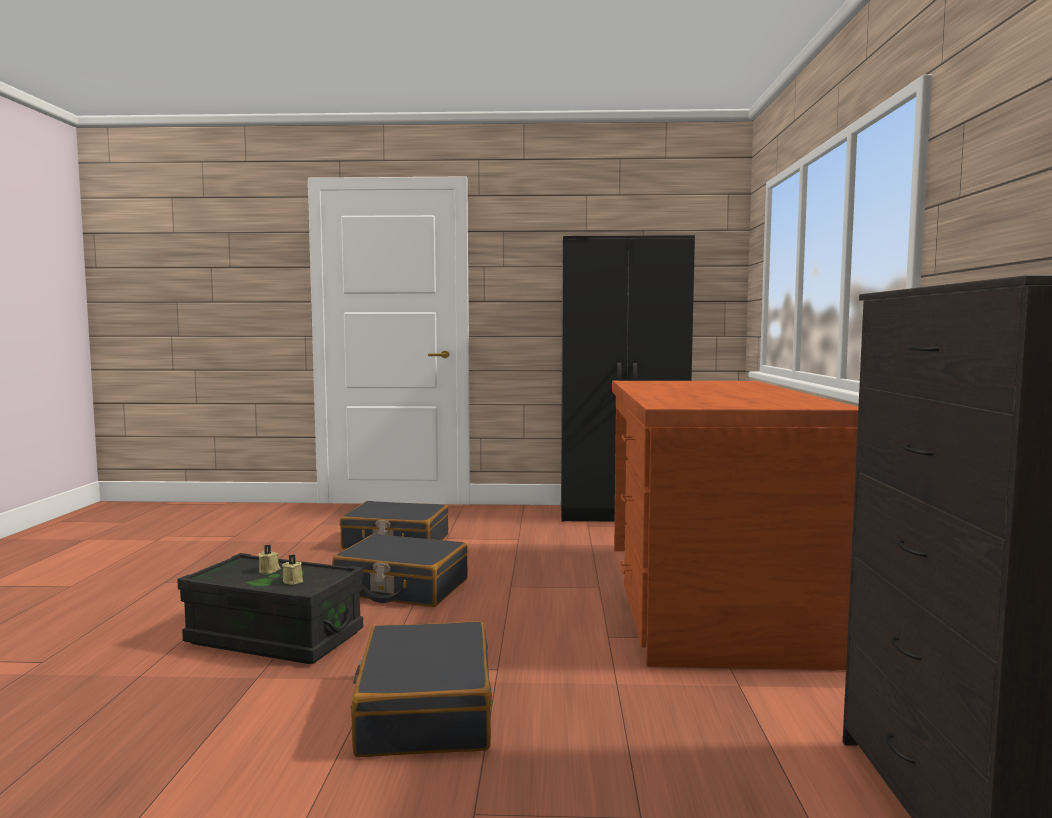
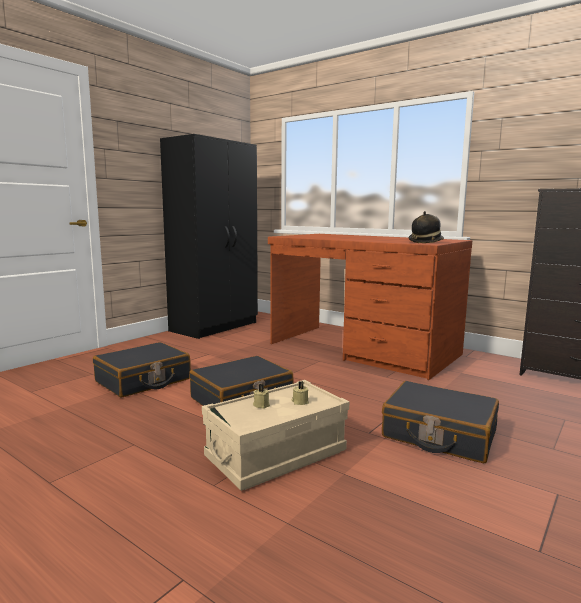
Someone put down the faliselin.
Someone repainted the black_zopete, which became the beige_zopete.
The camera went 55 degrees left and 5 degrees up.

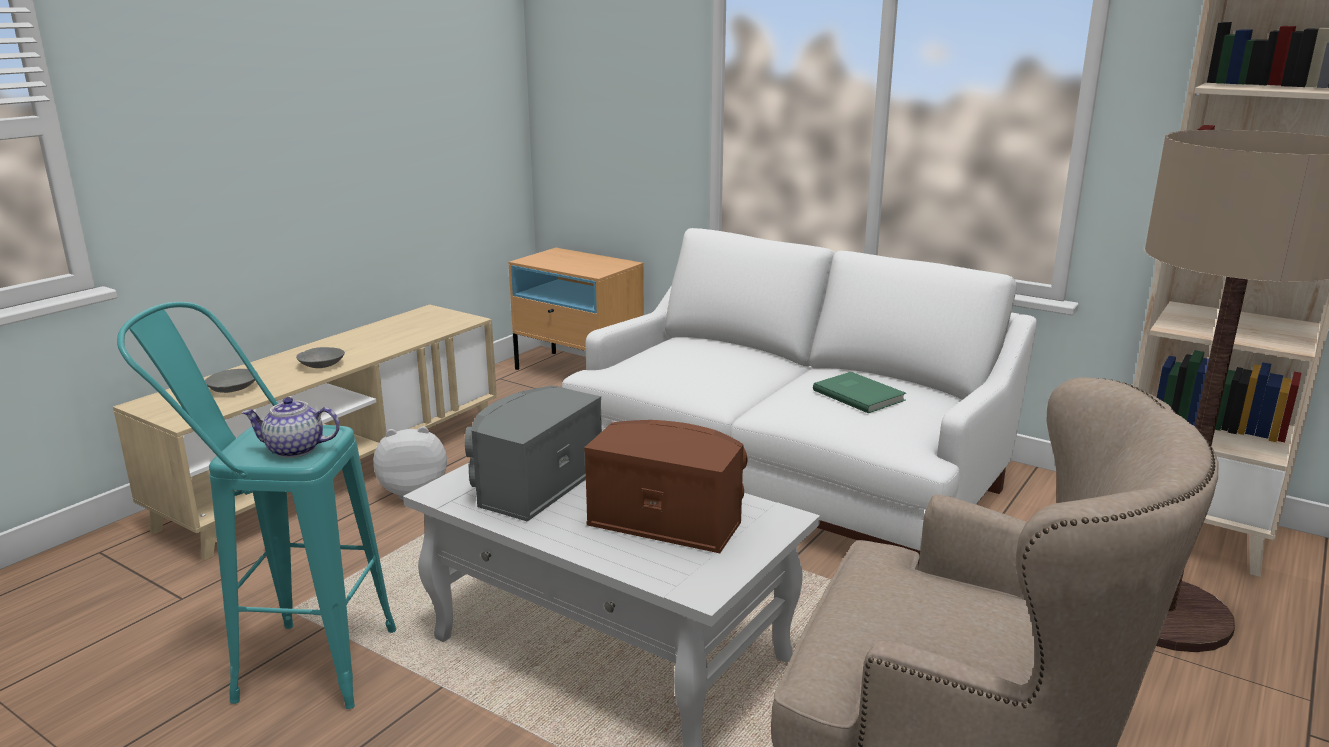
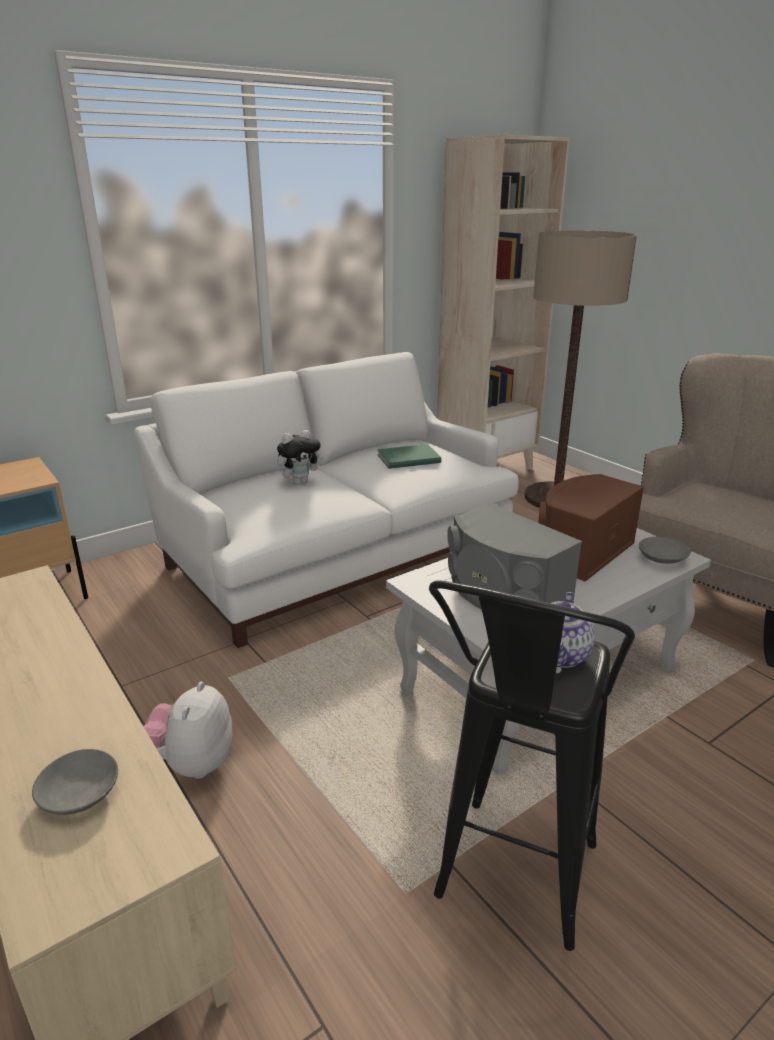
Someone put down the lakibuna (no. 2 from left).
Someone carried the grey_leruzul (no. 2 from left).
Someone repainted the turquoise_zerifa, which became the black_zerifa.
The camera went 70 degrees left and 5 degrees up.

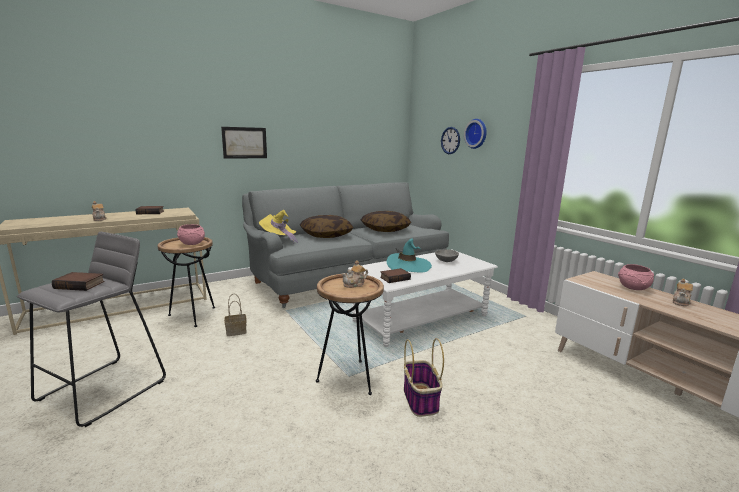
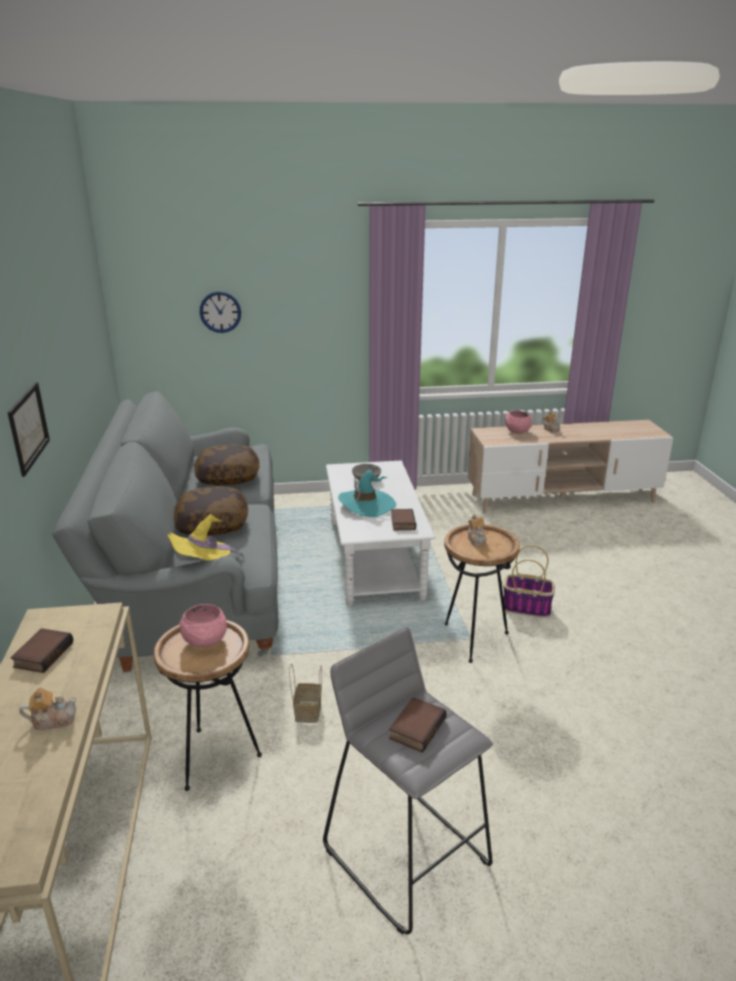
Someone took away the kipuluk (no. 2 from left).
The camera went 65 degrees left and 10 degrees up.

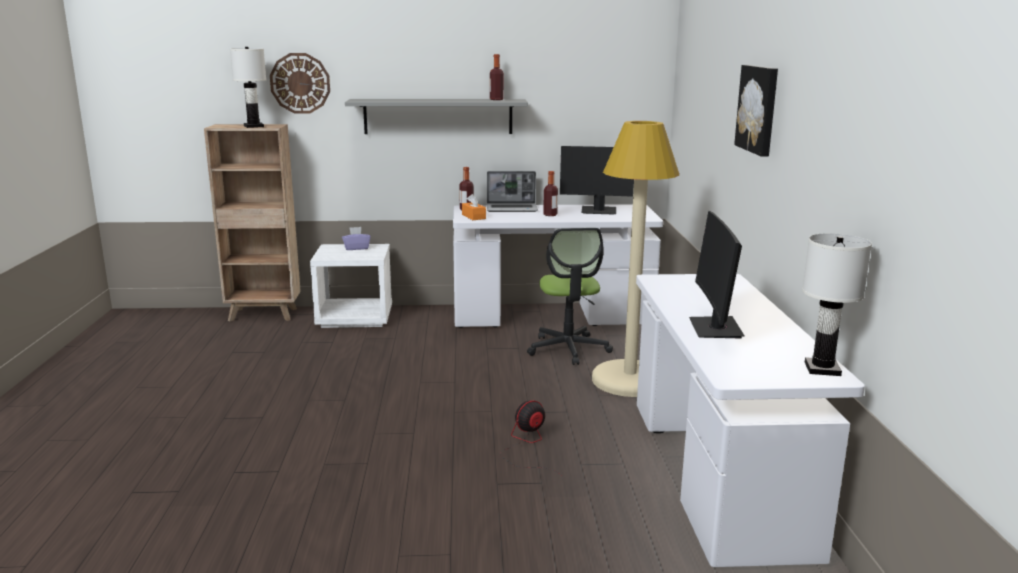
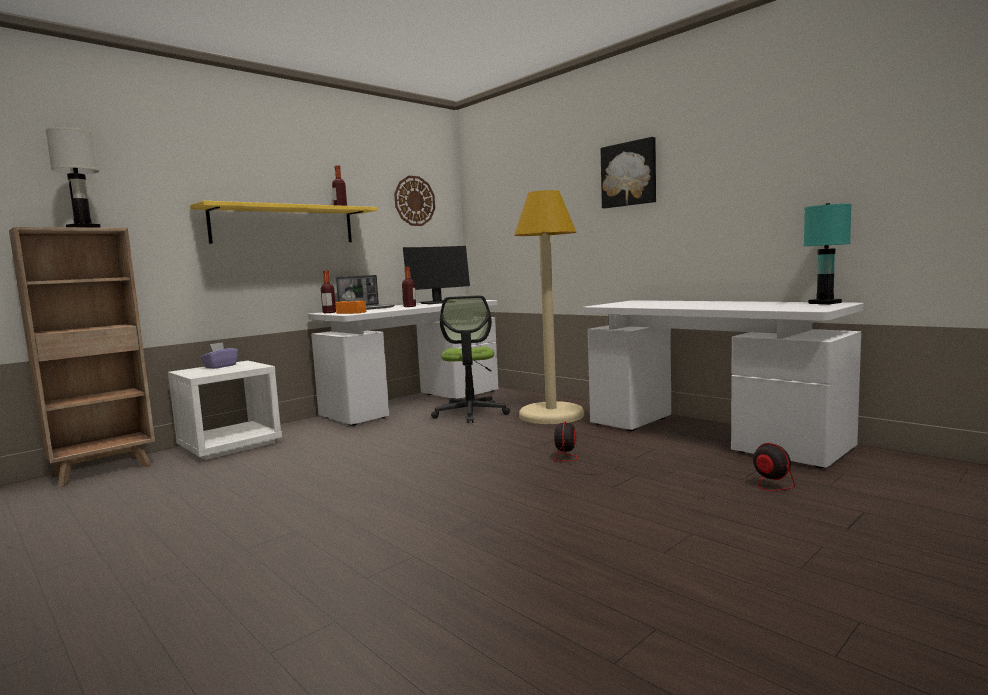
Someone took away the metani (no. 2 from left).
Someone put down the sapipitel (no. 2 from left).
Someone carried the kipuluk.
Someone repainted the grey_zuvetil, which became the yellow_zuvetil.
Someone repainted the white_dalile (no. 2 from left), which became the turquoise_dalile.
Someone rotated the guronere by 45 degrees clockwise.
The camera went 40 degrees left and 10 degrees down.

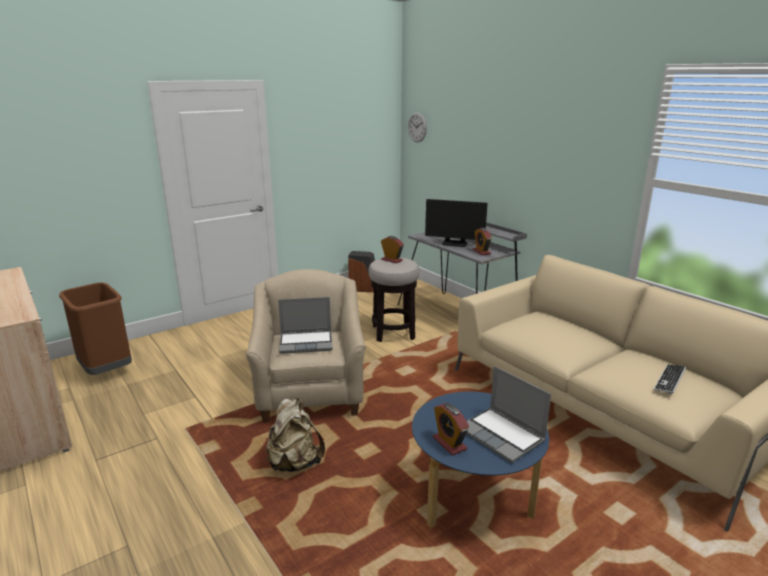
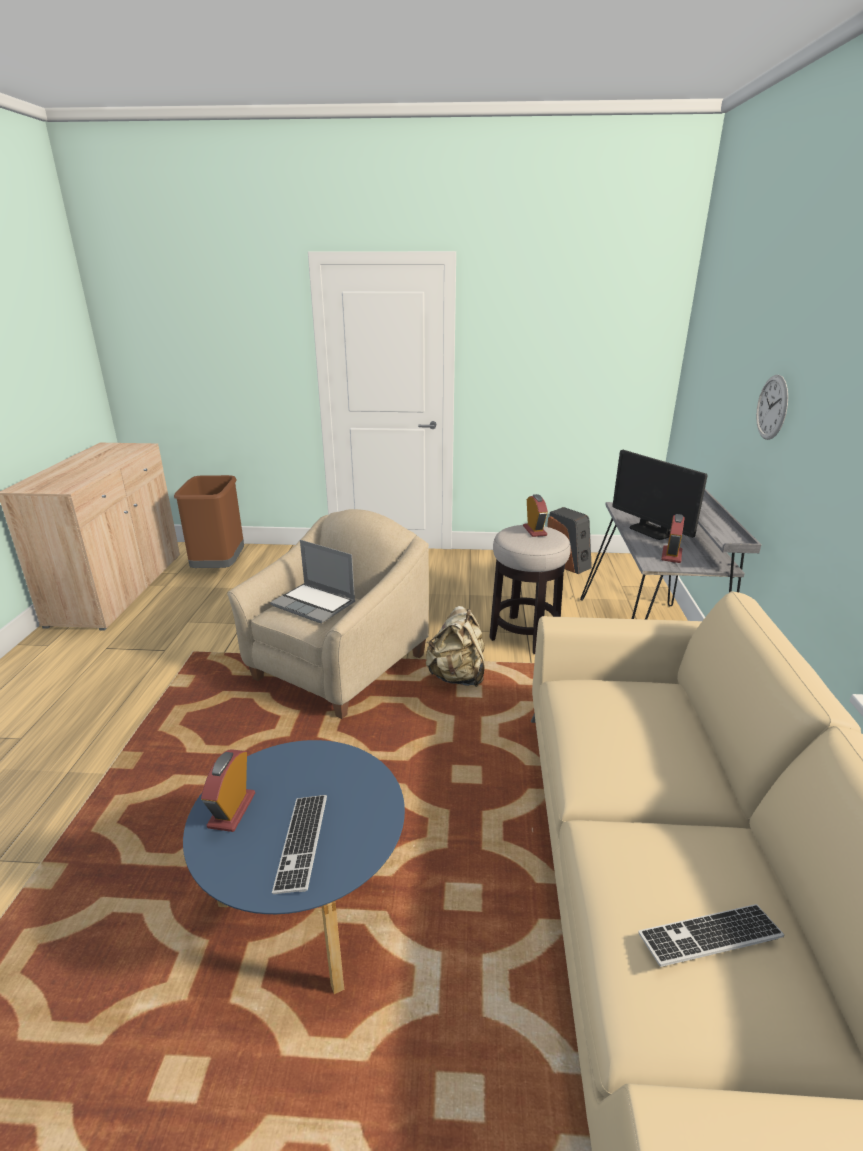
Someone carried the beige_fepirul.
Someone carried the kipuluk.
Someone swapped the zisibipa (no. 2 from left) for the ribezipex (no. 1 from left).
The camera went 40 degrees right and 5 degrees up.

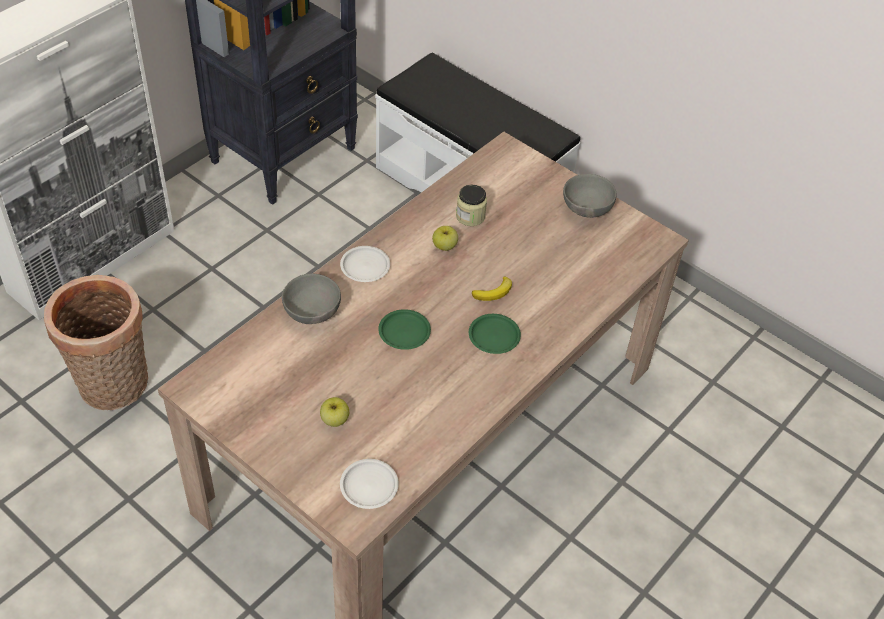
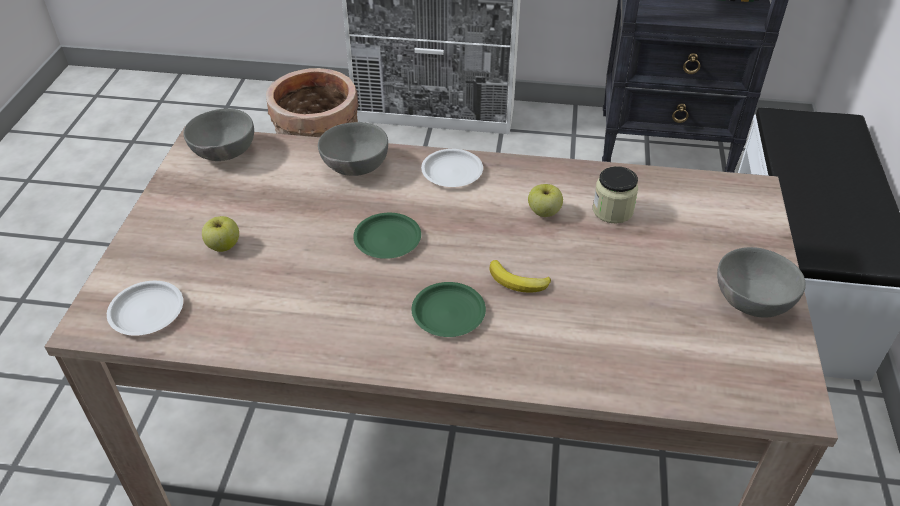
Someone put down the grey_leruzul (no. 1 from left).
The camera went 60 degrees right and 5 degrees down.

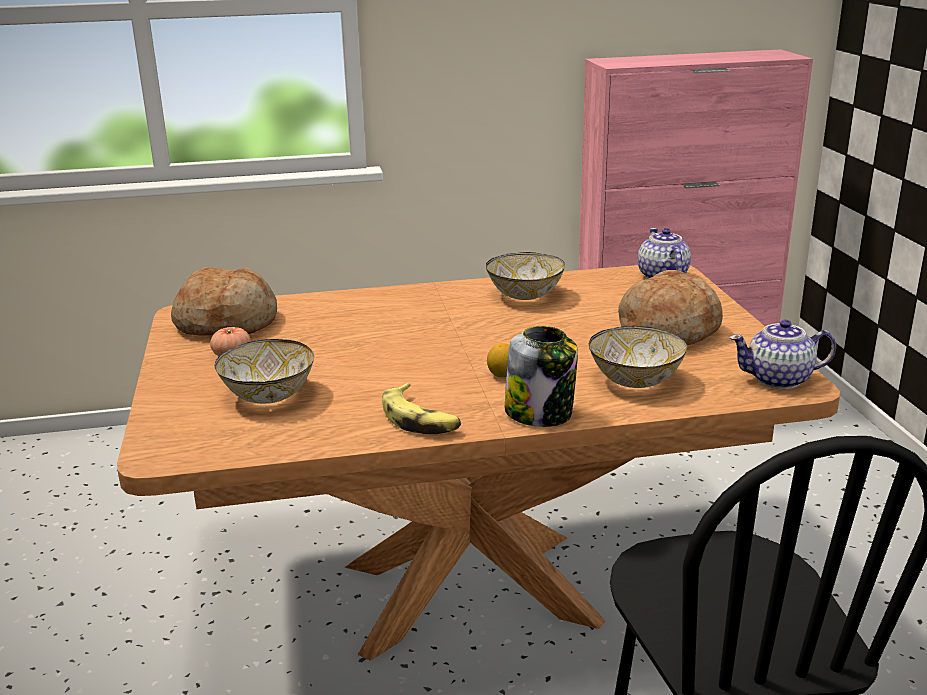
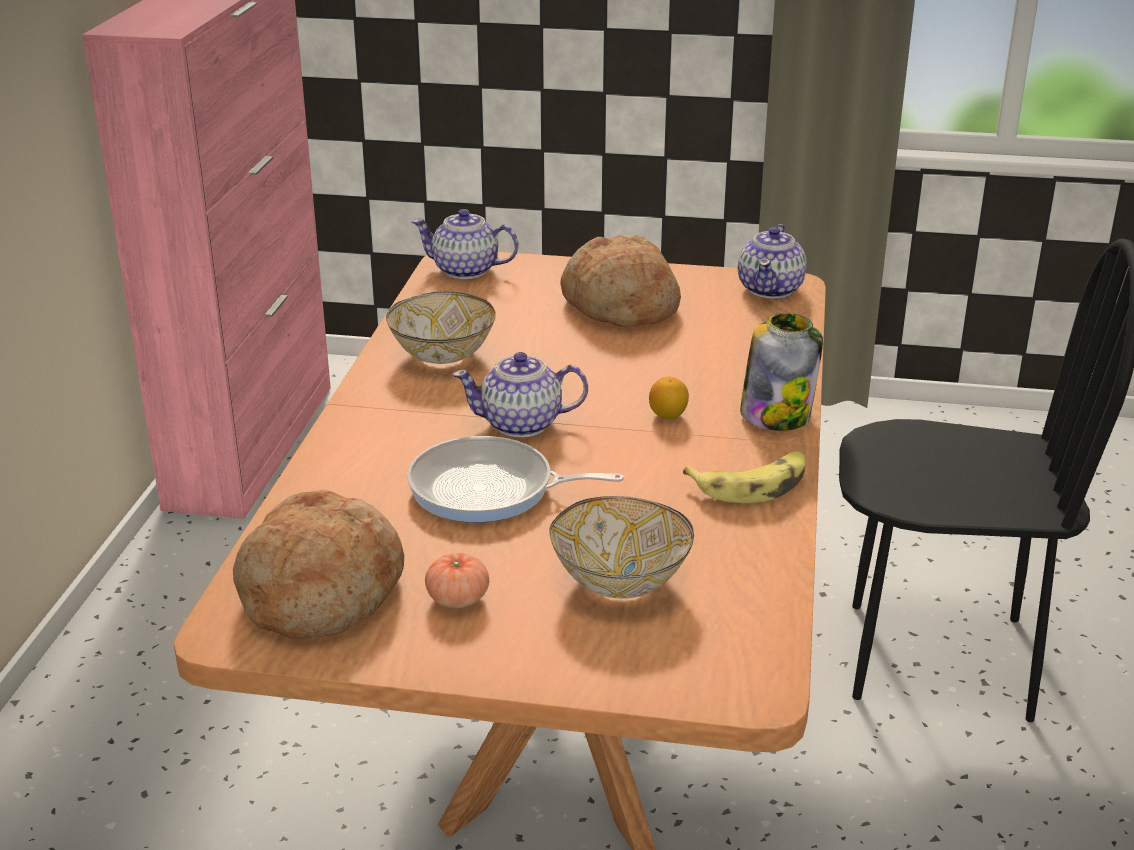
Someone took away the leruzul (no. 3 from left).
Someone put down the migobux.
Someone put down the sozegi (no. 2 from left).
The camera went 70 degrees left and 5 degrees up.

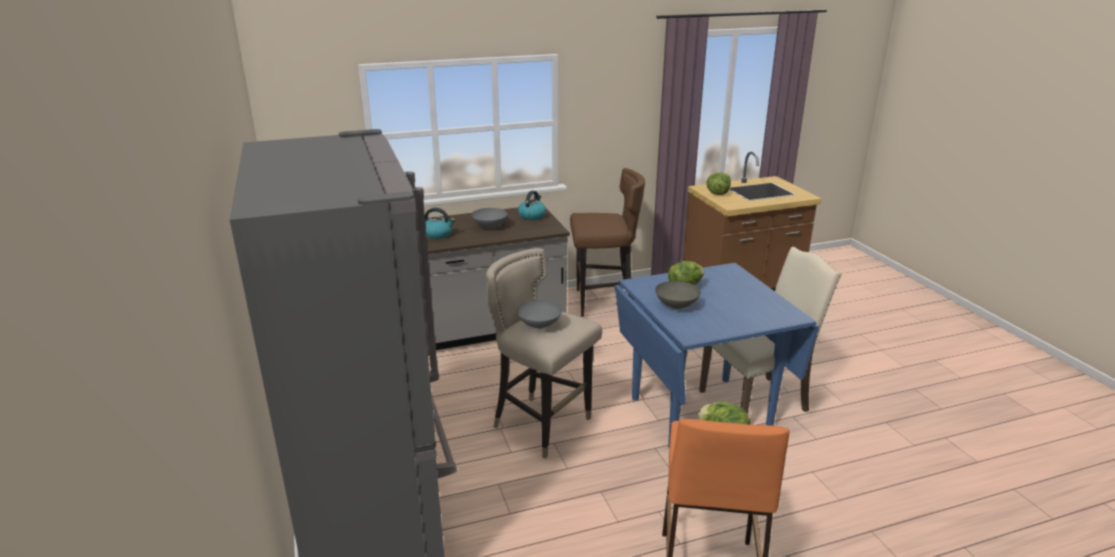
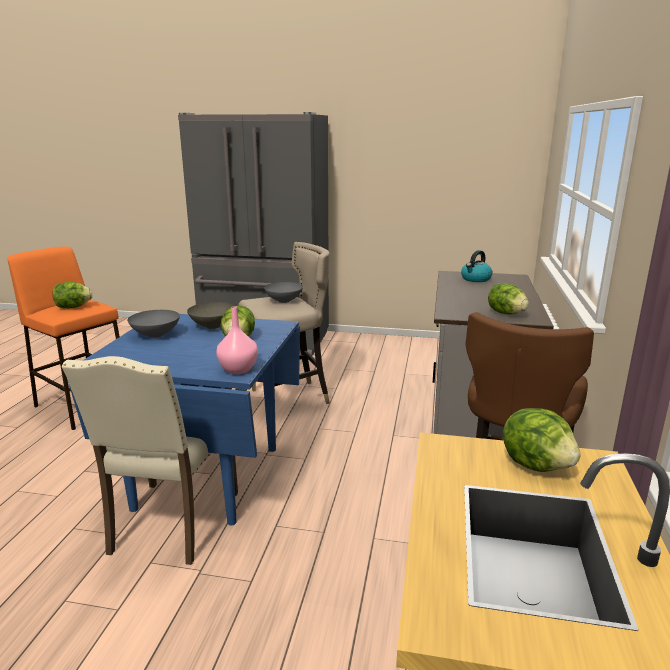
Someone put down the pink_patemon.
Someone carried the grey_leruzul (no. 1 from left).
Someone swapped the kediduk (no. 2 from left) for the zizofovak (no. 3 from left).
The camera went 120 degrees right and 5 degrees down.

